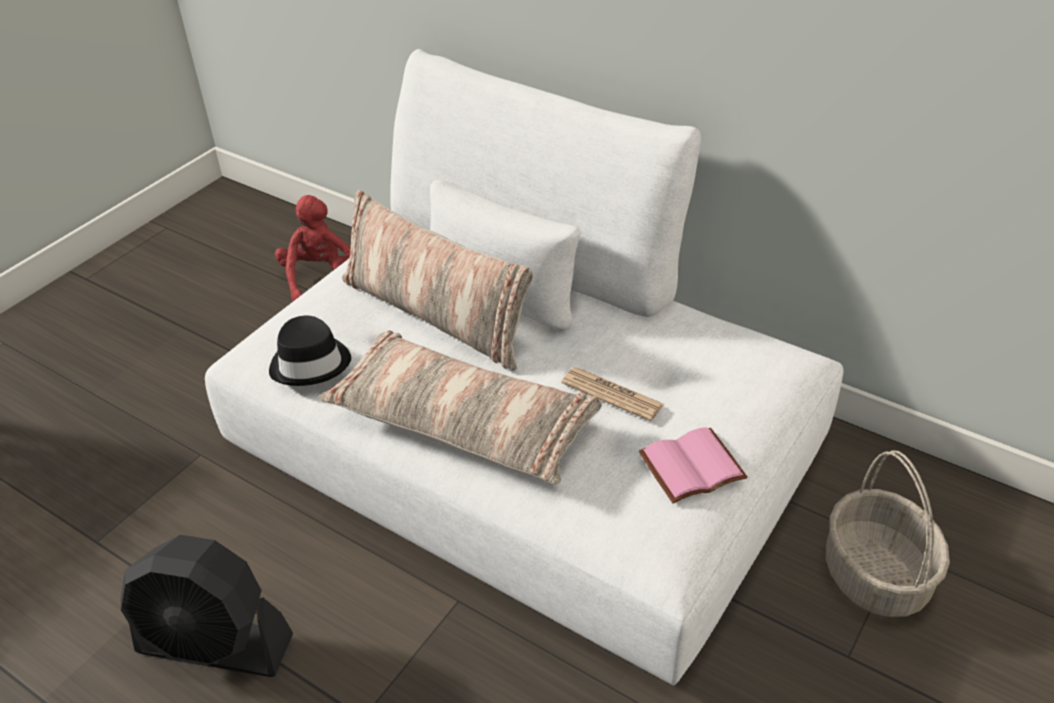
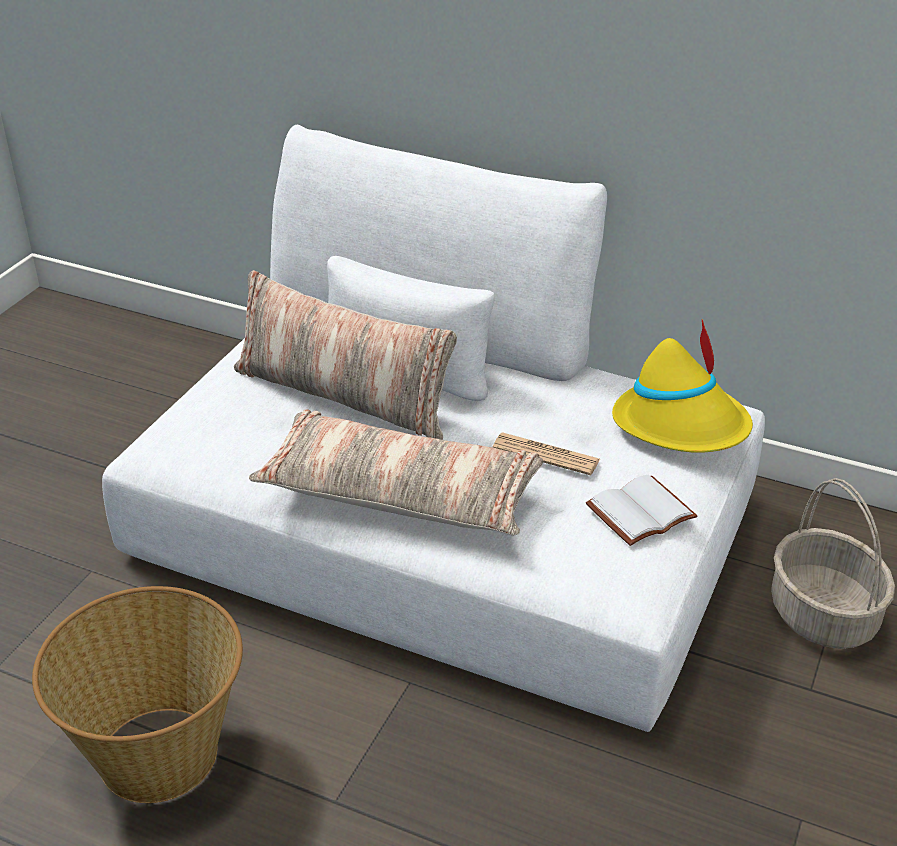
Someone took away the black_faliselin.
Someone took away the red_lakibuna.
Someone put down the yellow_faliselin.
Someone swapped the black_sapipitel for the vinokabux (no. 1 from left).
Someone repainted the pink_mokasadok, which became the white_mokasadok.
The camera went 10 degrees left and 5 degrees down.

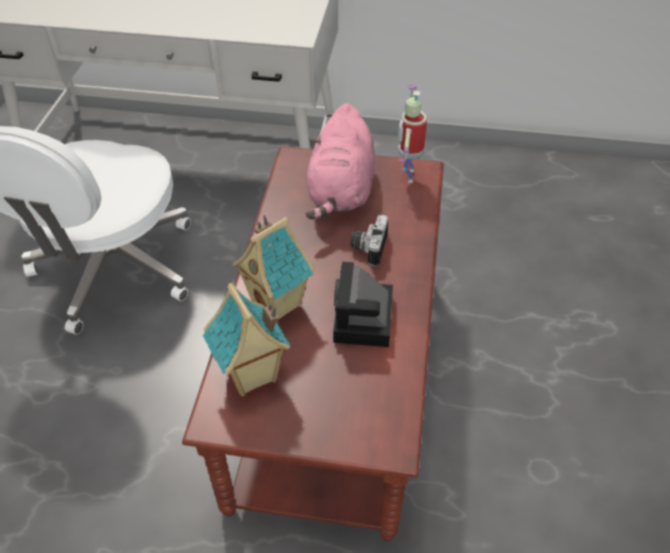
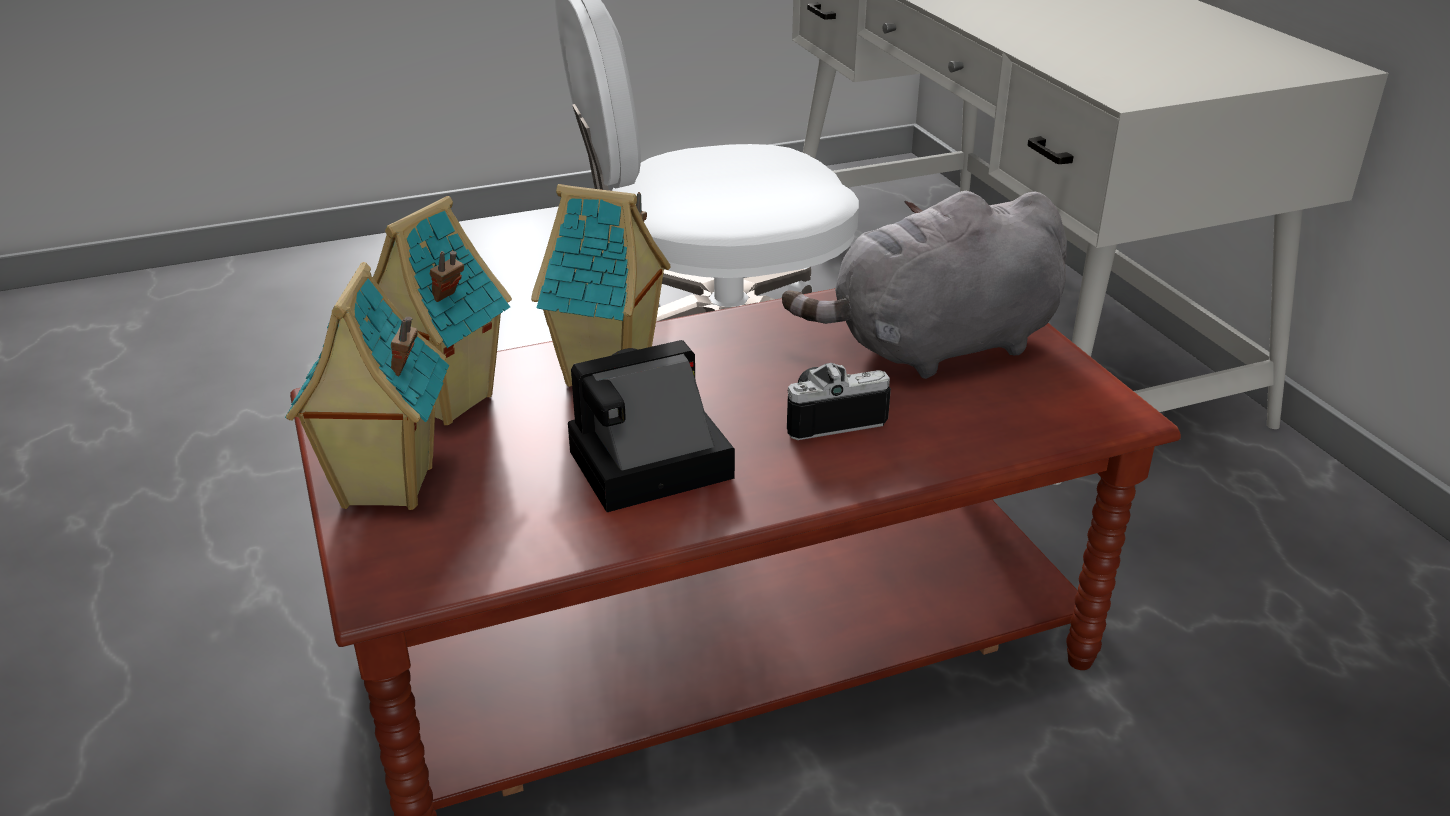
Someone took away the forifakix.
Someone put down the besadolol (no. 1 from left).
Someone repainted the pink_lakibuna, which became the grey_lakibuna.
The camera went 60 degrees right and 15 degrees down.

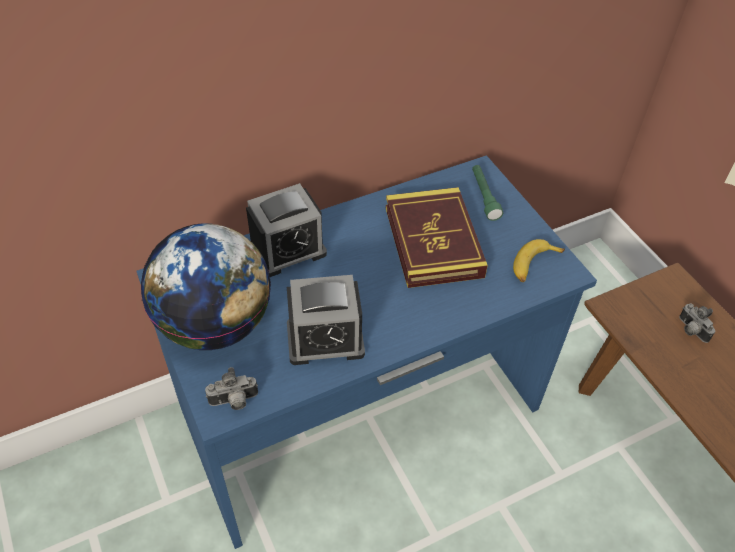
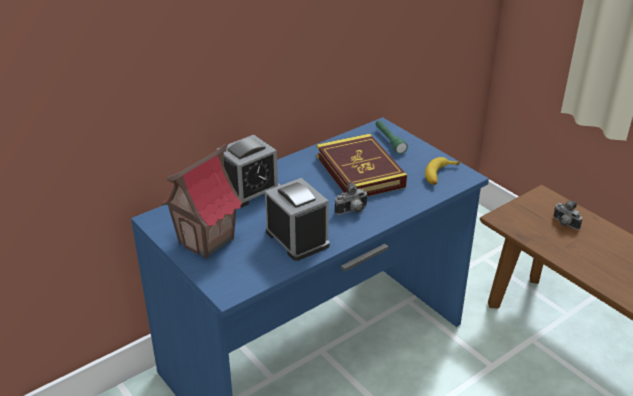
Someone carried the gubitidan (no. 1 from left).
Someone swapped the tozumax for the besadolol.
Someone rotated the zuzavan (no. 2 from left) by 105 degrees counterclockwise.
The camera went 10 degrees left and 15 degrees down.

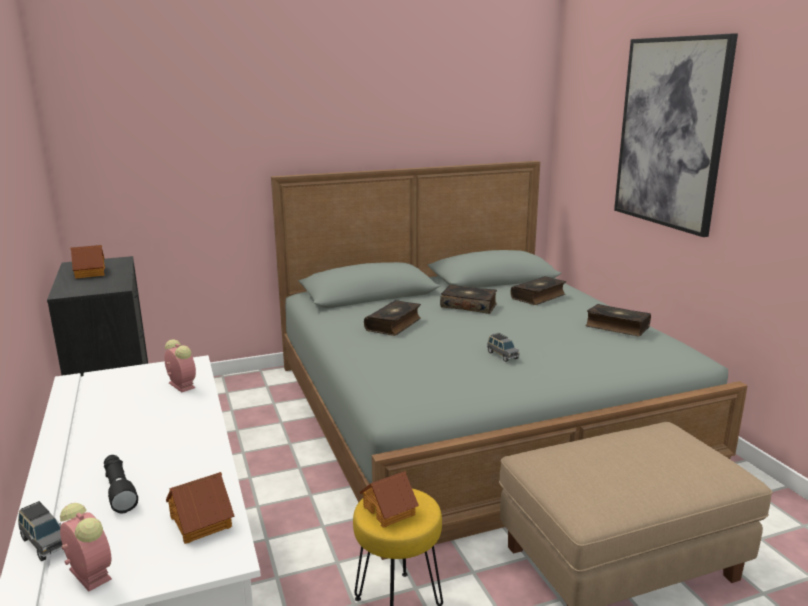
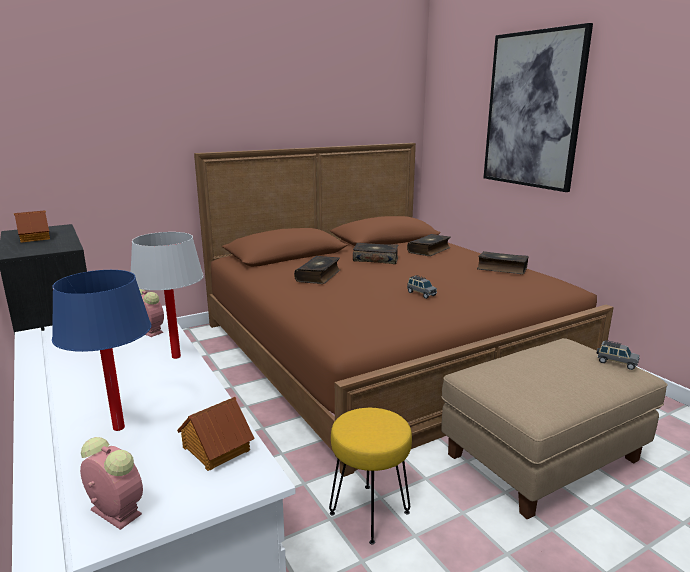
Someone took away the besadolol (no. 3 from left).
Someone put down the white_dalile.
Someone carried the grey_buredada (no. 1 from left in the first image).
Someone swapped the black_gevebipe for the blue_dalile.
Someone repainted the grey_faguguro, which became the brown_faguguro.
The camera went 10 degrees left and 0 degrees up.

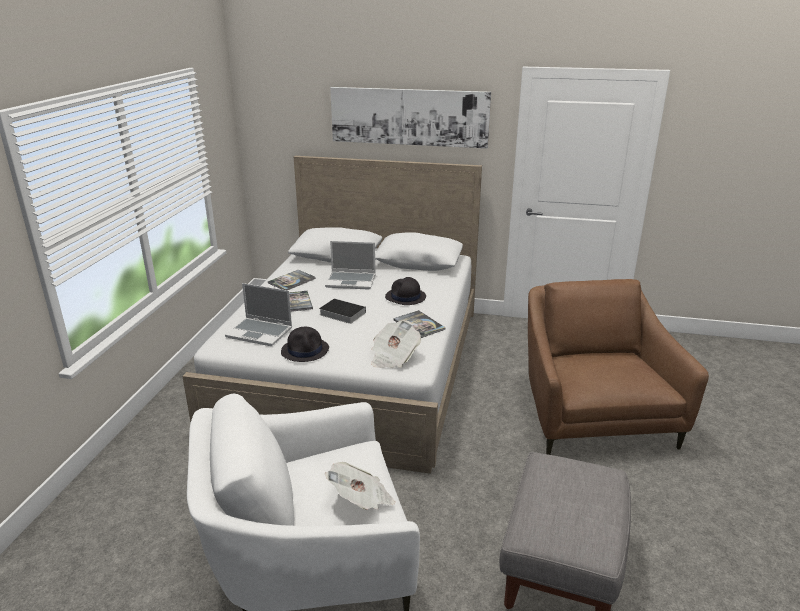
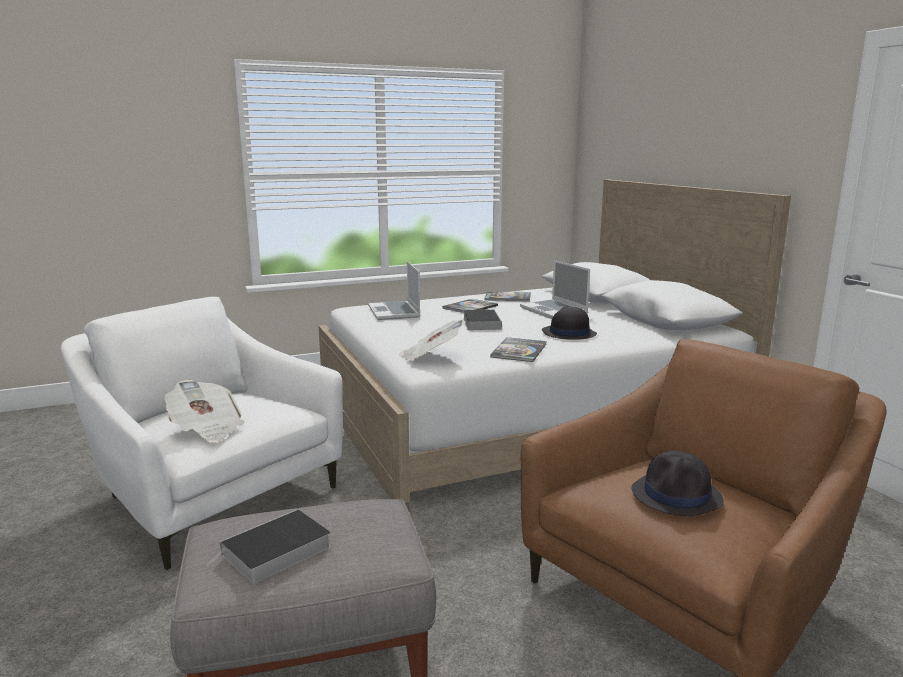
Someone took away the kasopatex.
Someone put down the mokasadok (no. 1 from left).
Someone carried the black_faliselin (no. 1 from left in the first image).
The camera went 55 degrees right and 10 degrees down.

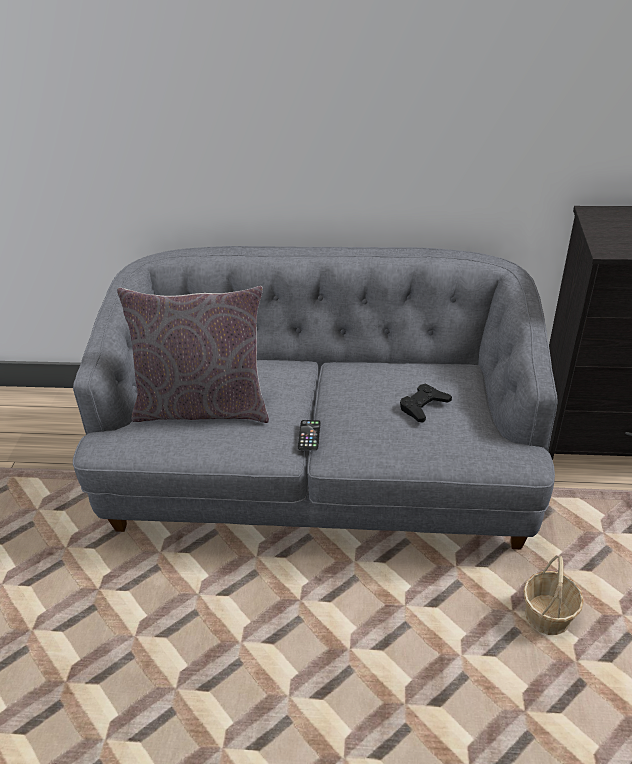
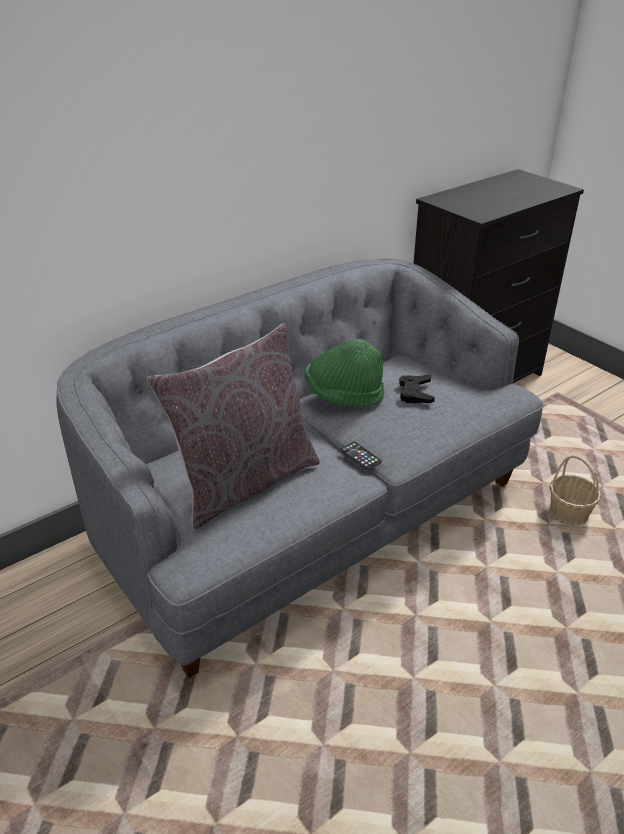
Someone put down the green_faliselin.
The camera went 45 degrees left and 5 degrees down.

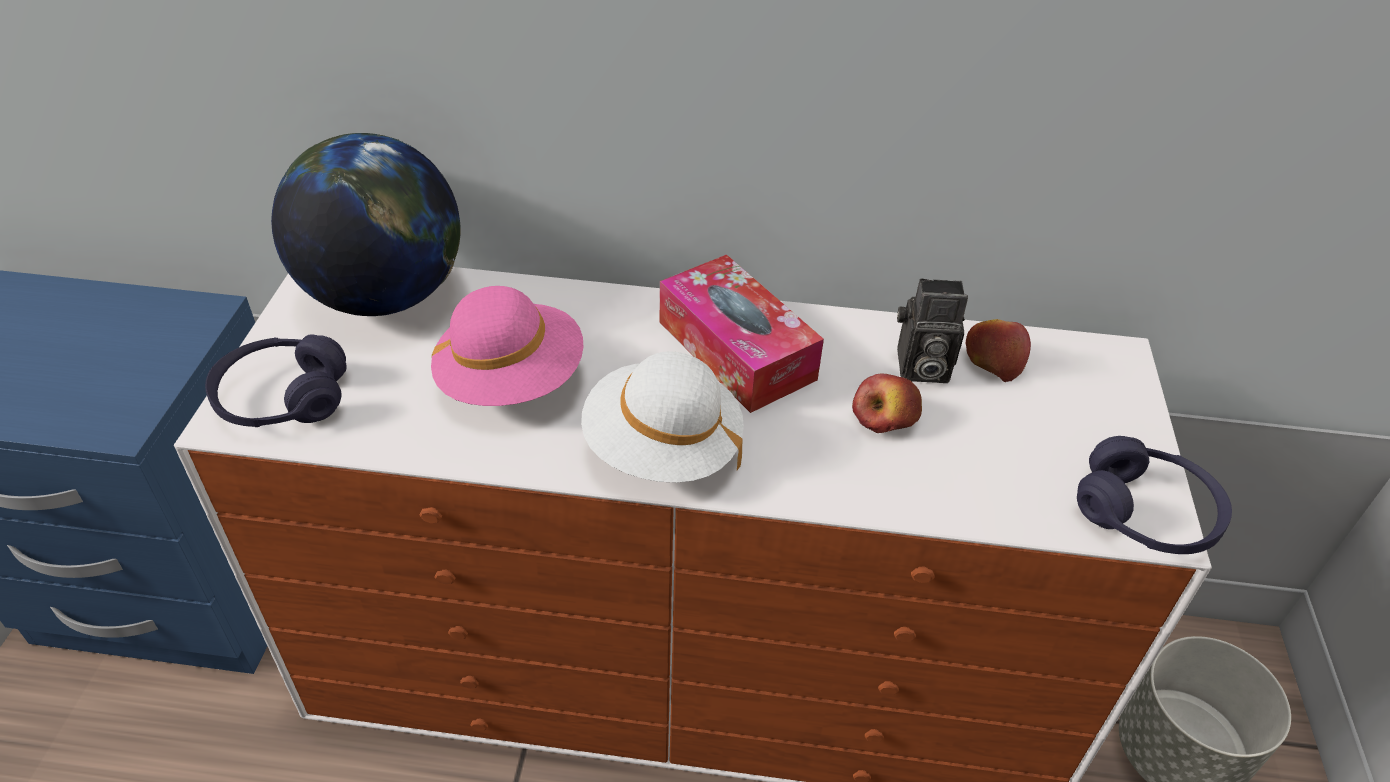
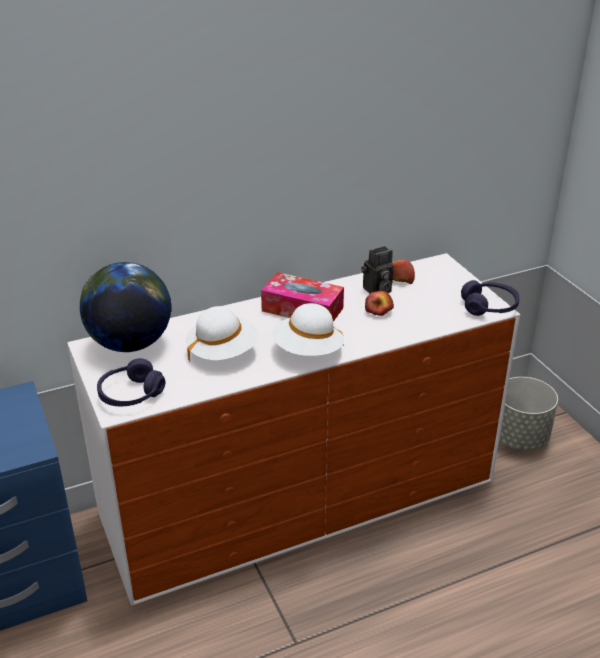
Someone repainted the pink_faliselin, which became the white_faliselin (no. 1 from left).
The camera went 30 degrees left and 10 degrees down.

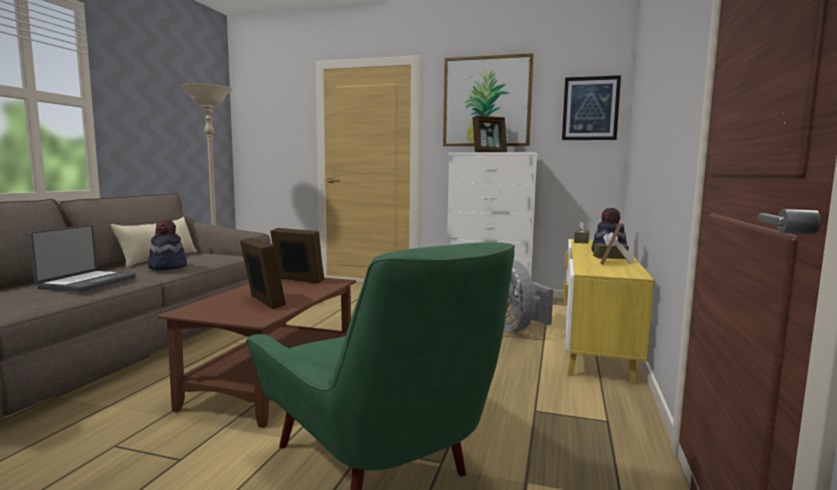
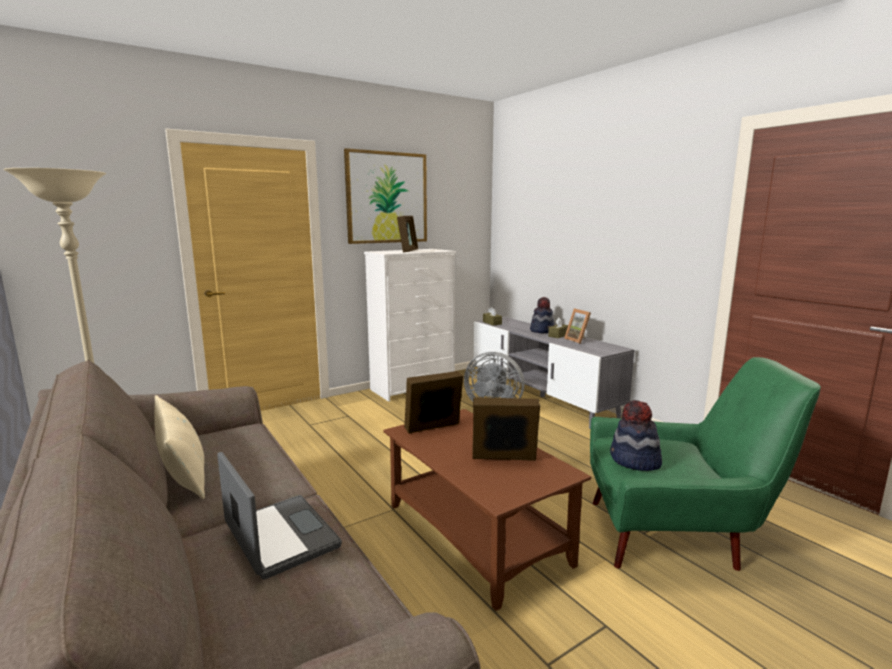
Someone took away the kasopatex (no. 2 from left).
Someone carried the faliselin (no. 1 from left in the first image).
Someone repainted the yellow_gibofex, which became the grey_gibofex.
The camera went 50 degrees left and 5 degrees up.

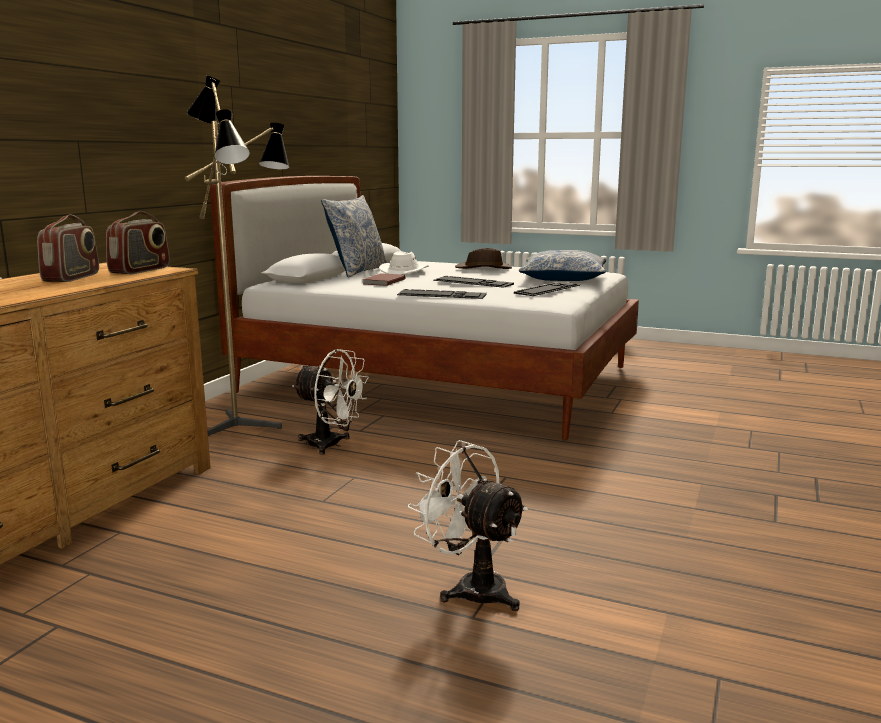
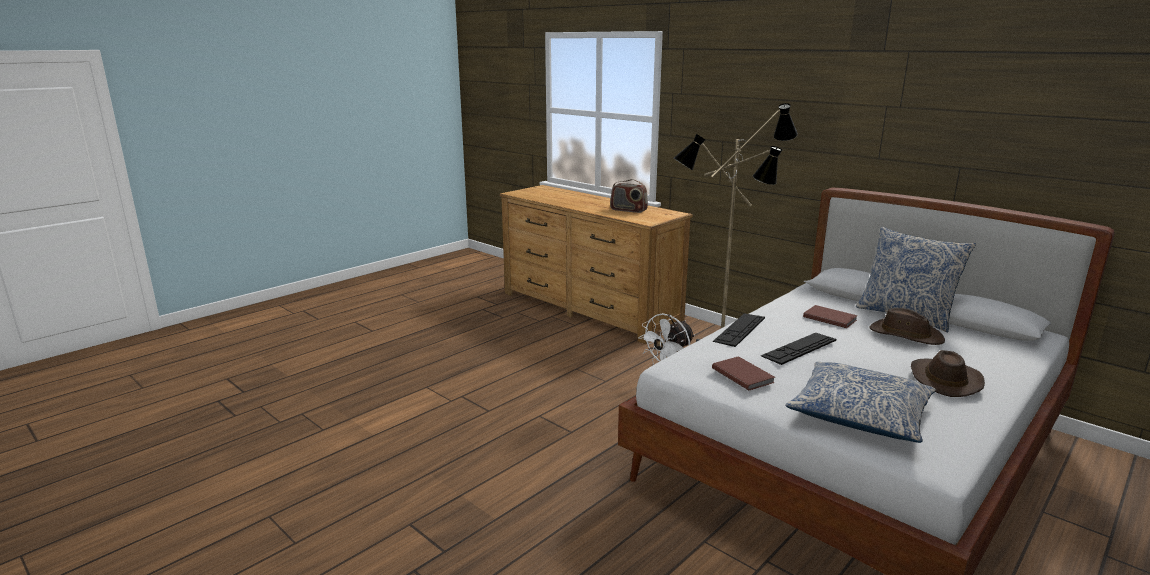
Someone took away the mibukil (no. 2 from left).
Someone took away the white_sapipitel (no. 2 from left).
Someone swapped the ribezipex (no. 3 from left) for the brown_mokasadok (no. 1 from left).
Someone repainted the white_faliselin, which became the brown_faliselin (no. 1 from left).
The camera went 110 degrees right and 5 degrees up.

